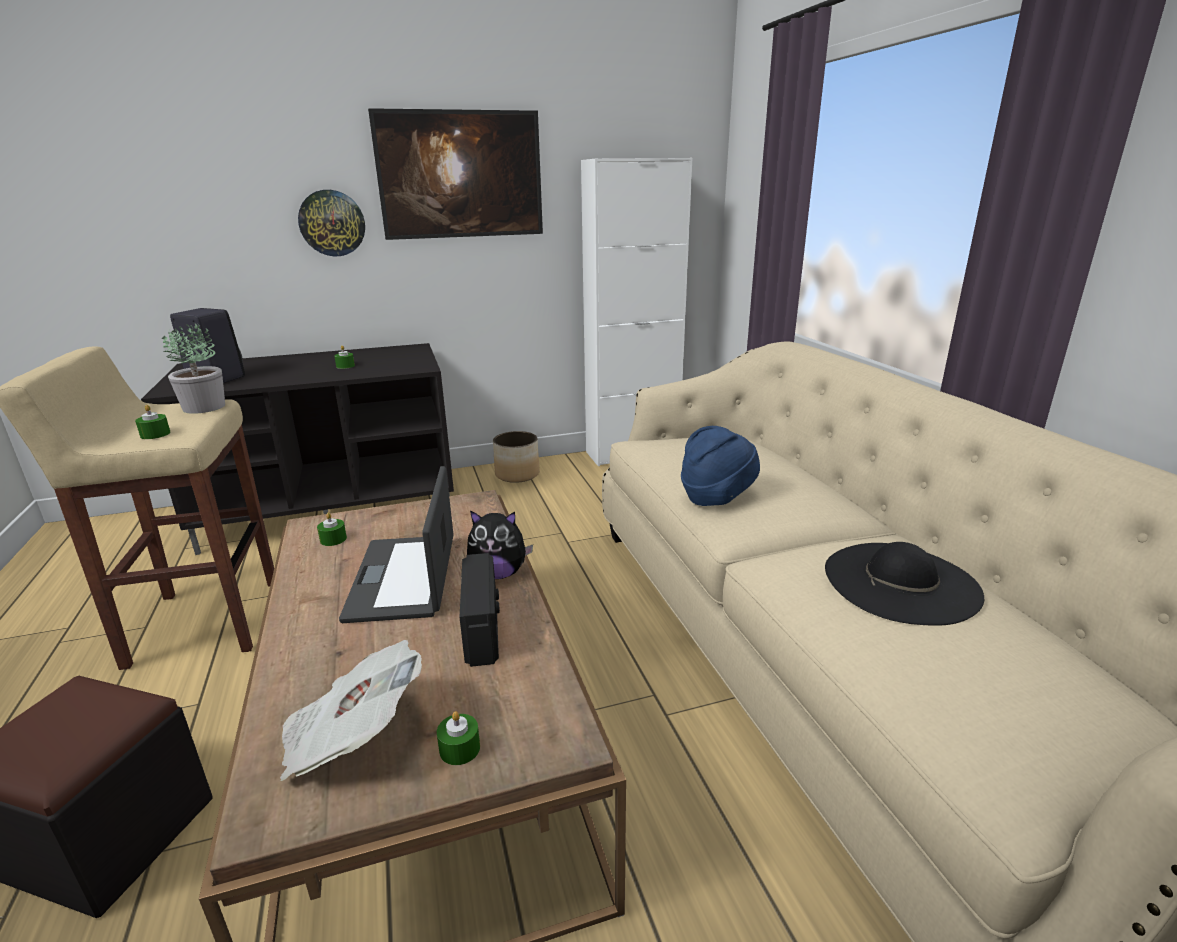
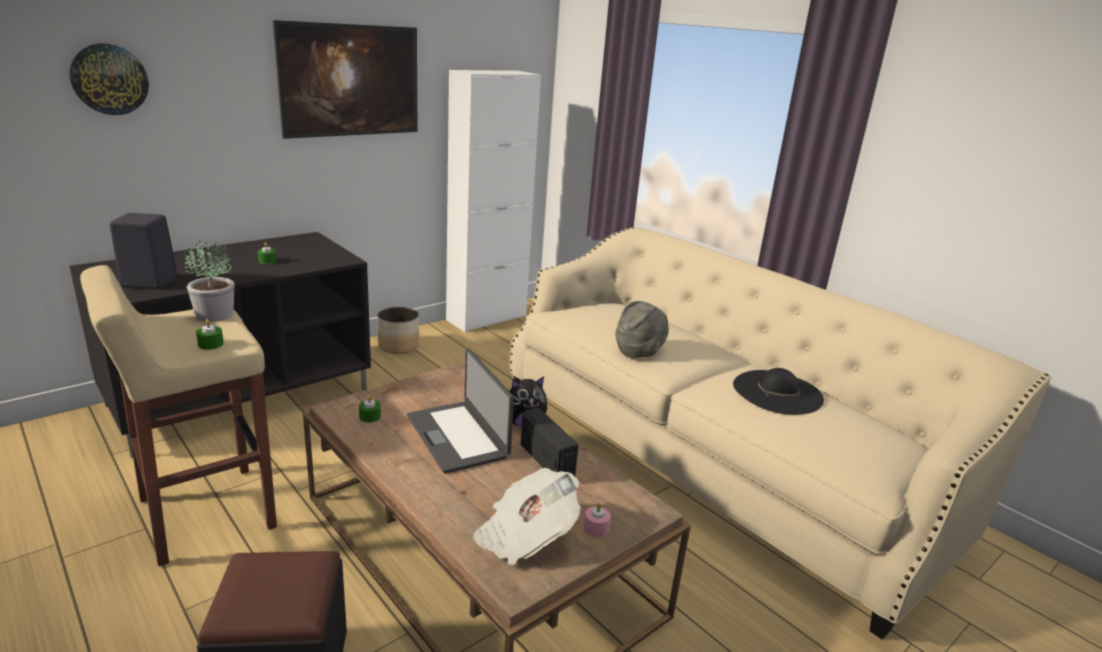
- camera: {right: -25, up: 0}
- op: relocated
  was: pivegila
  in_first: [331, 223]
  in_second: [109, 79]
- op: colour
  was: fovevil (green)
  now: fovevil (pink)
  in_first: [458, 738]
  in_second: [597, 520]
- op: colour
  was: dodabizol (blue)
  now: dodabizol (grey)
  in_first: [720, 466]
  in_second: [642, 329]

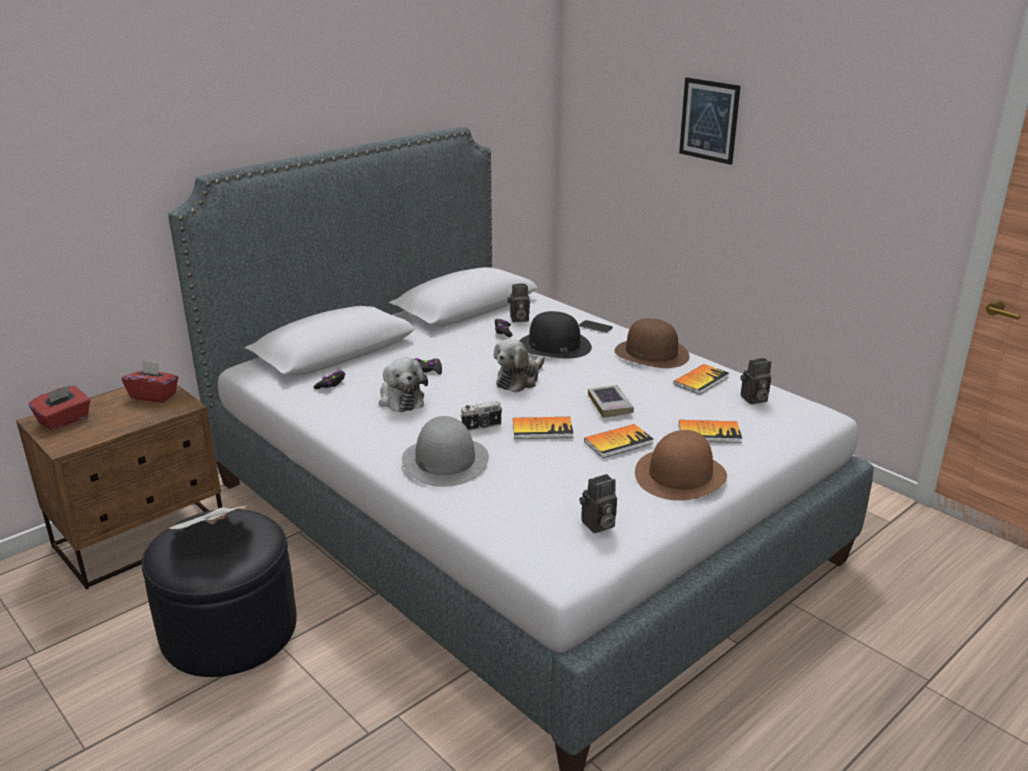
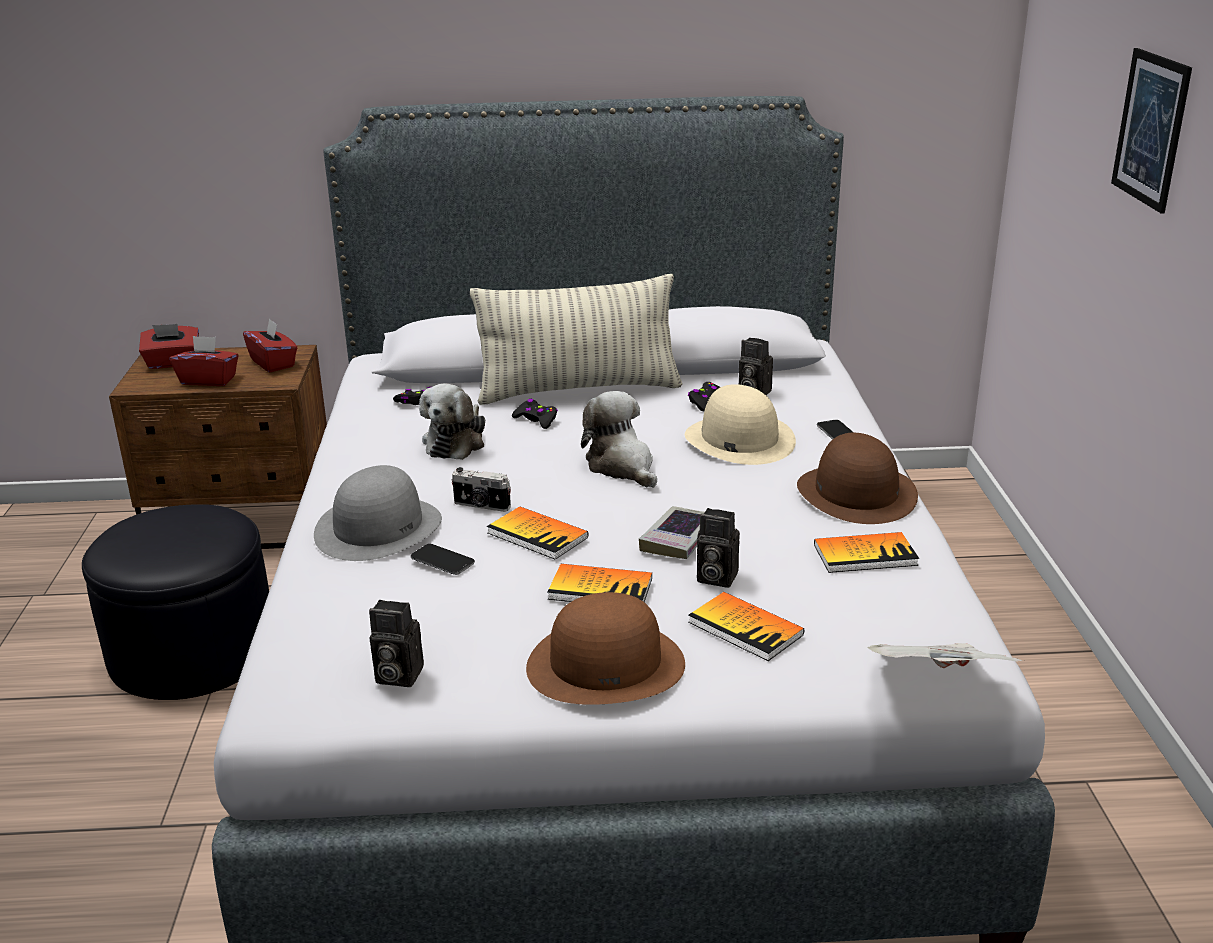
- camera: {right: 40, up: 0}
- op: relocated
  was: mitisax
  in_first: [211, 516]
  in_second: [946, 655]
- op: spun
  was: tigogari
  in_first: [519, 365]
  in_second: [619, 439]
  clockwise: 75
- op: colour
  was: dodabizol (black)
  now: dodabizol (beige)
  in_first: [555, 334]
  in_second: [740, 424]
- op: relocated
  was: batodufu
  in_first: [756, 381]
  in_second: [718, 548]
- op: appeared
  now: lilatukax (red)
  in_second: [204, 361]
- op: appeared
  now: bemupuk
  in_second: [443, 559]
- op: appeared
  now: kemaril
  in_second: [576, 339]

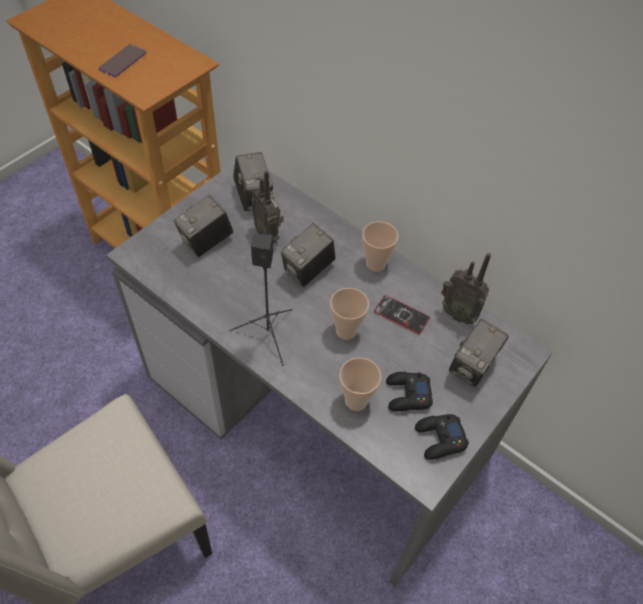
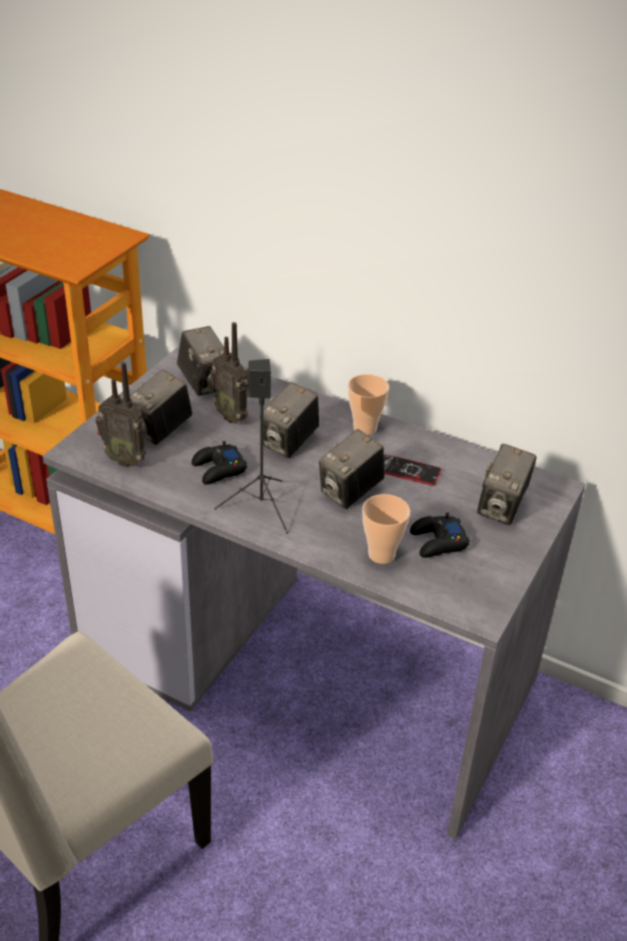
- camera: {right: -10, up: -15}
- op: missing
  was: bemupuk
  in_first: [122, 60]
- op: exchanged
  was: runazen
  now: batodufu
  in_first: [349, 314]
  in_second: [351, 469]
- op: relocated
  was: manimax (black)
  in_first: [442, 437]
  in_second: [219, 463]
- op: relocated
  was: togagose
  in_first: [466, 288]
  in_second: [120, 415]

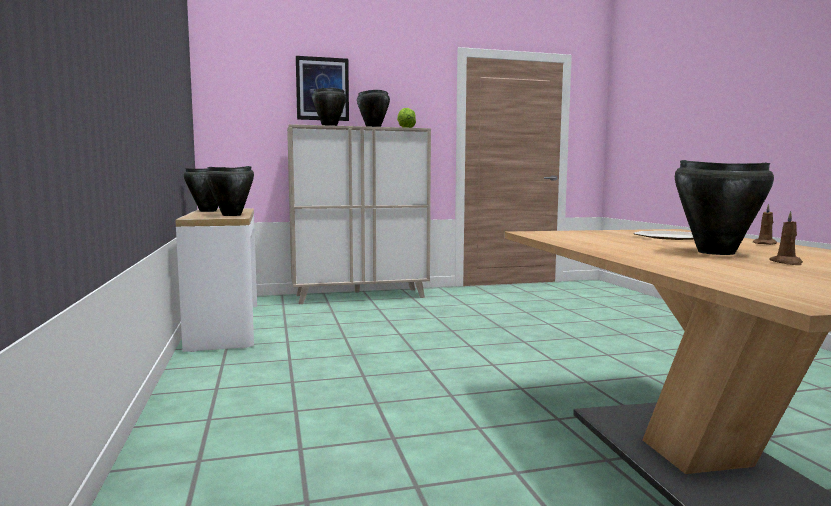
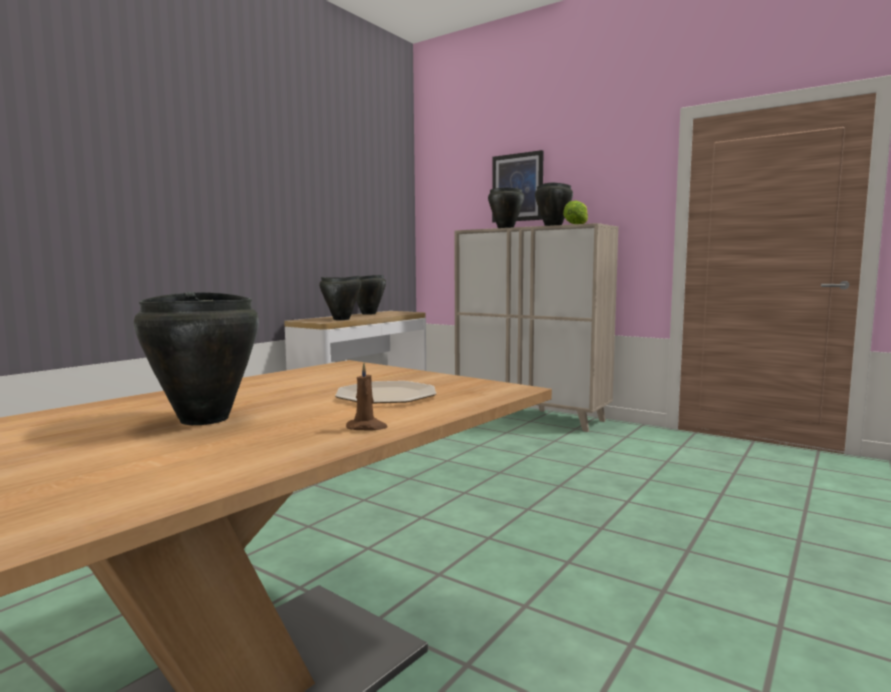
- camera: {right: 50, up: 0}
- op: missing
  was: fovevil (brown)
  in_first: [786, 238]

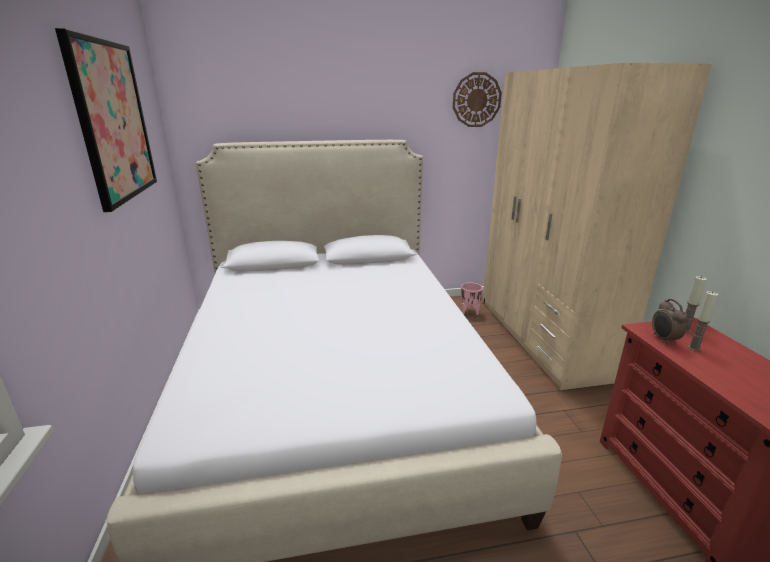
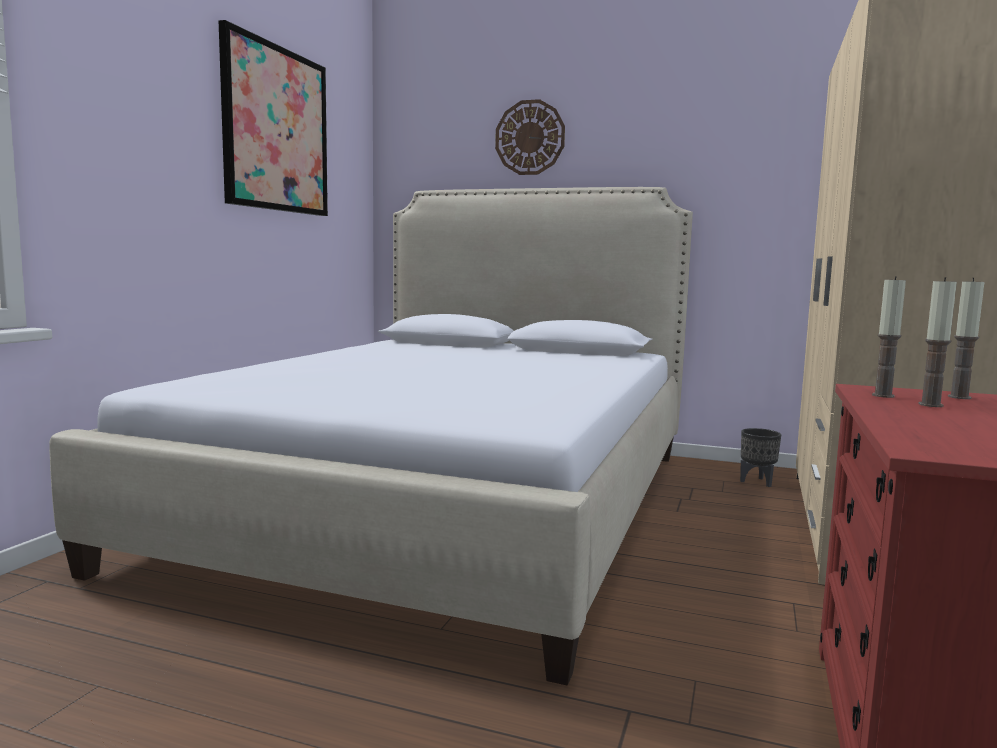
- camera: {right: 30, up: -15}
- op: relocated
  was: pivegila
  in_first: [477, 99]
  in_second: [530, 137]
- op: colour
  was: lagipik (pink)
  now: lagipik (black)
  in_first: [472, 299]
  in_second: [760, 457]
- op: exchanged
  was: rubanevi
  now: fovevil
  in_first: [670, 322]
  in_second: [889, 337]

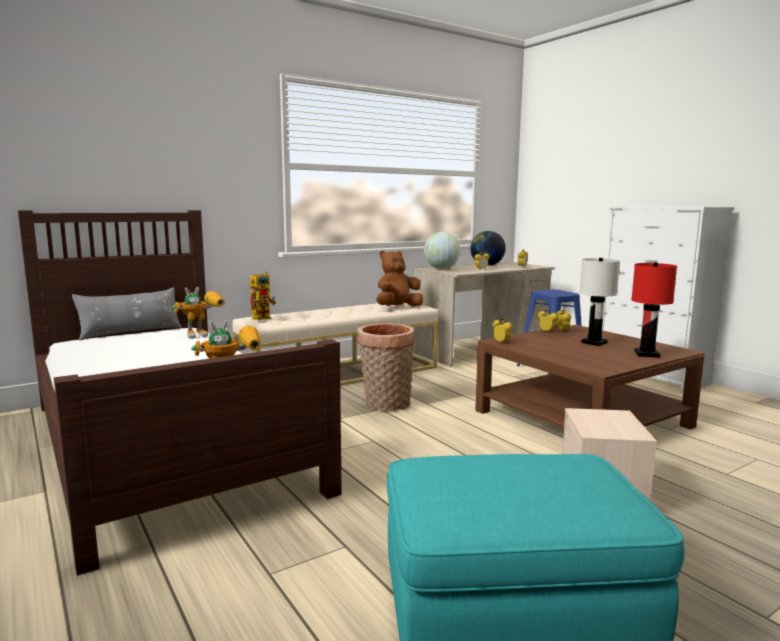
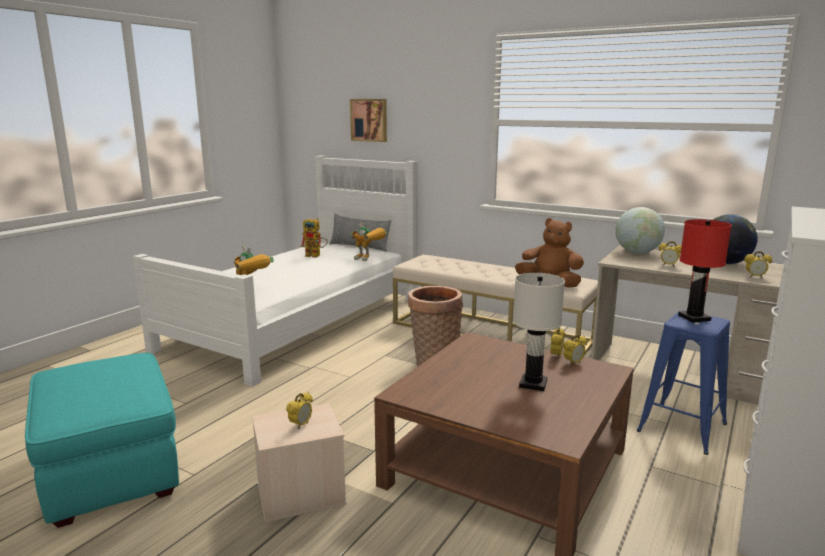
- camera: {right: 65, up: 5}
- op: colour
  was: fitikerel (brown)
  now: fitikerel (white)
  in_first: [180, 393]
  in_second: [275, 271]
- op: relocated
  was: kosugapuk
  in_first: [263, 295]
  in_second: [314, 238]
- op: relocated
  was: rubanevi
  in_first: [503, 331]
  in_second: [299, 411]
- op: relocated
  was: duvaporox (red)
  in_first: [654, 310]
  in_second: [705, 271]
- op: appeared
  now: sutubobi
  in_second: [368, 120]

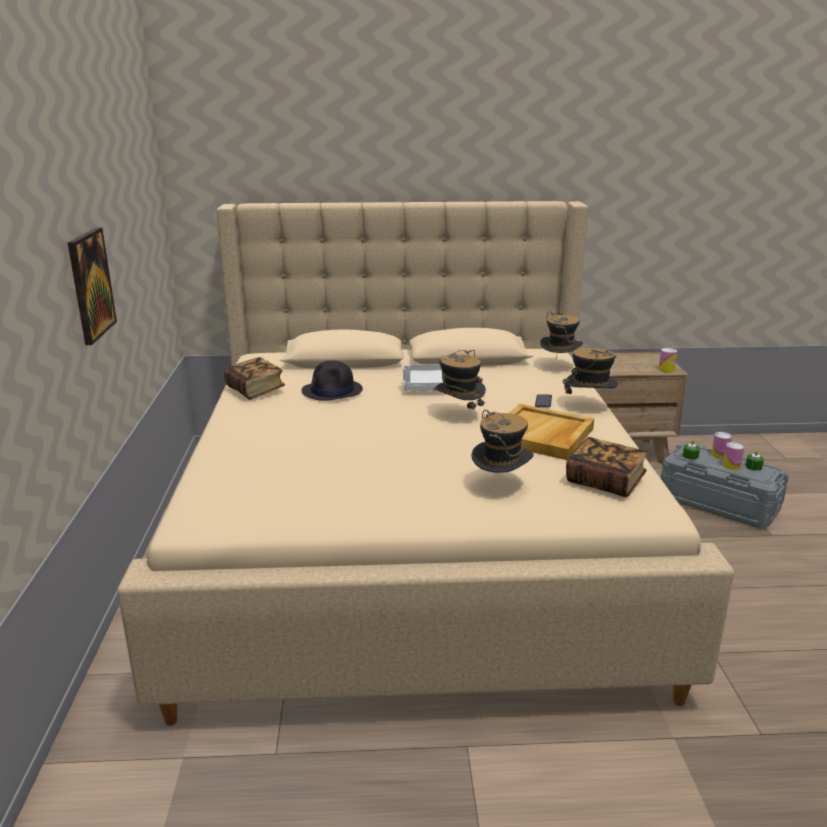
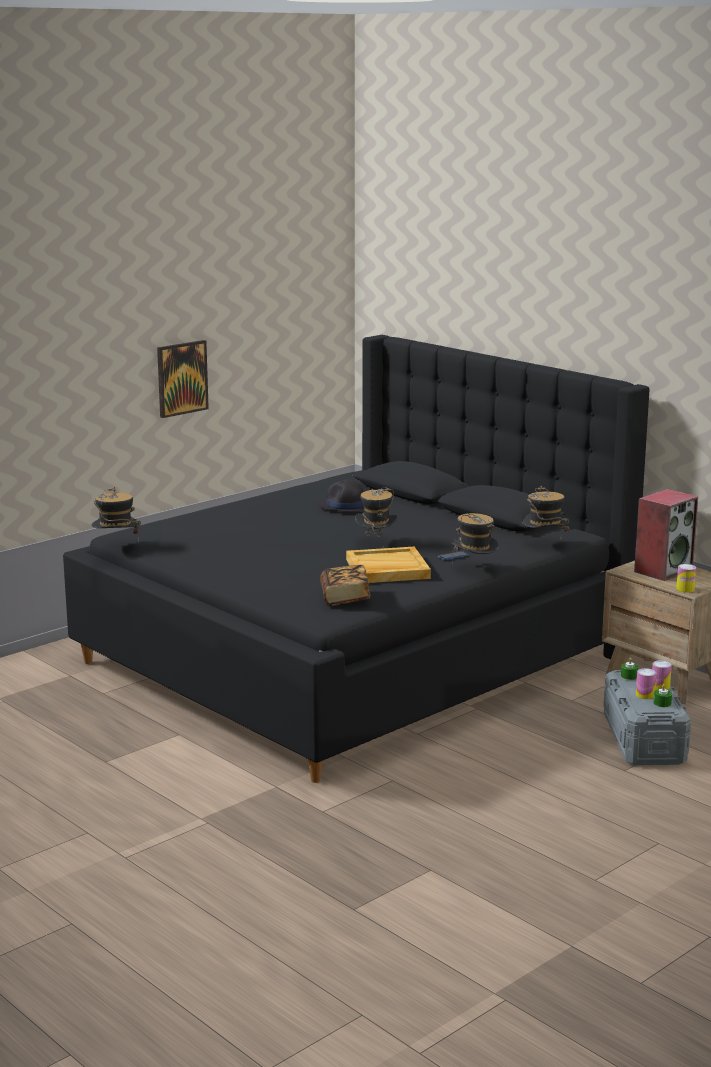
- camera: {right: 50, up: -5}
- op: colour
  was: fitikerel (beige)
  now: fitikerel (black)
  in_first: [425, 463]
  in_second: [356, 559]
- op: missing
  was: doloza
  in_first: [254, 378]
- op: missing
  was: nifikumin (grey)
  in_first: [423, 377]
- op: relocated
  was: dodabizol
  in_first: [502, 441]
  in_second: [116, 514]
- op: appeared
  now: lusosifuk
  in_second: [666, 535]

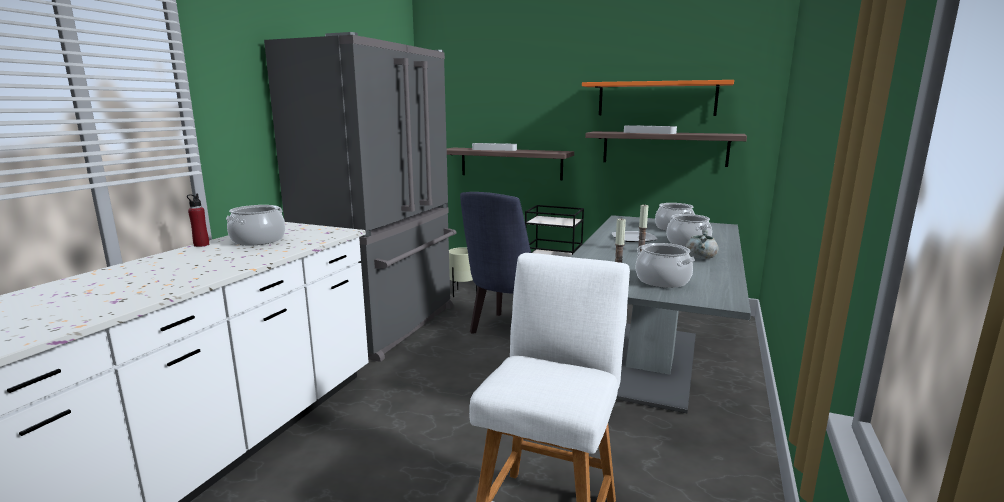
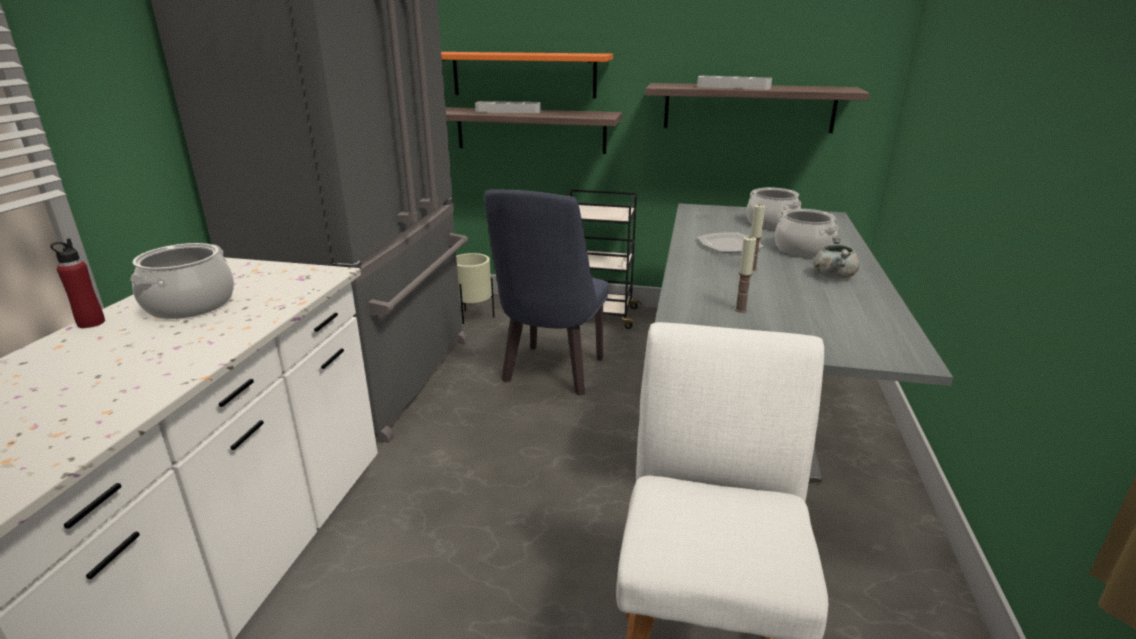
- camera: {right: -10, up: 10}
- op: relocated
  was: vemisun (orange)
  in_first: [658, 98]
  in_second: [527, 75]
- op: missing
  was: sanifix
  in_first: [665, 265]

